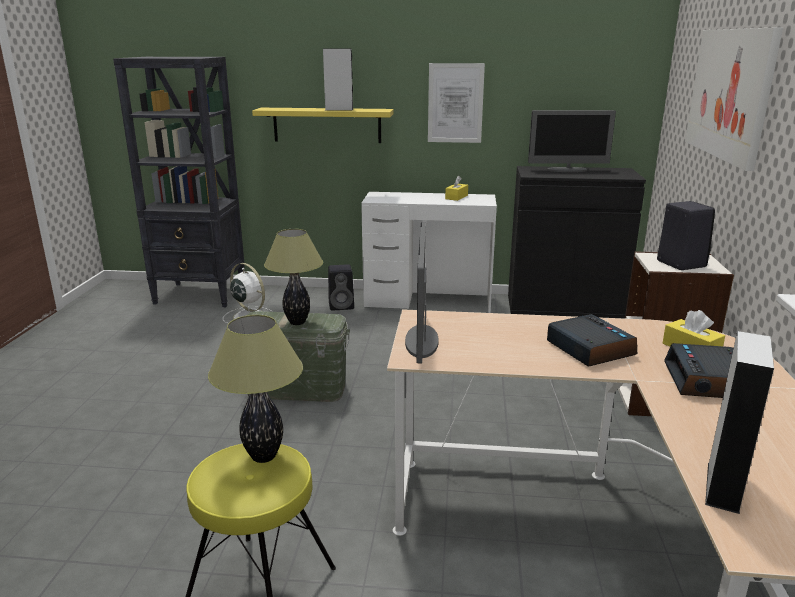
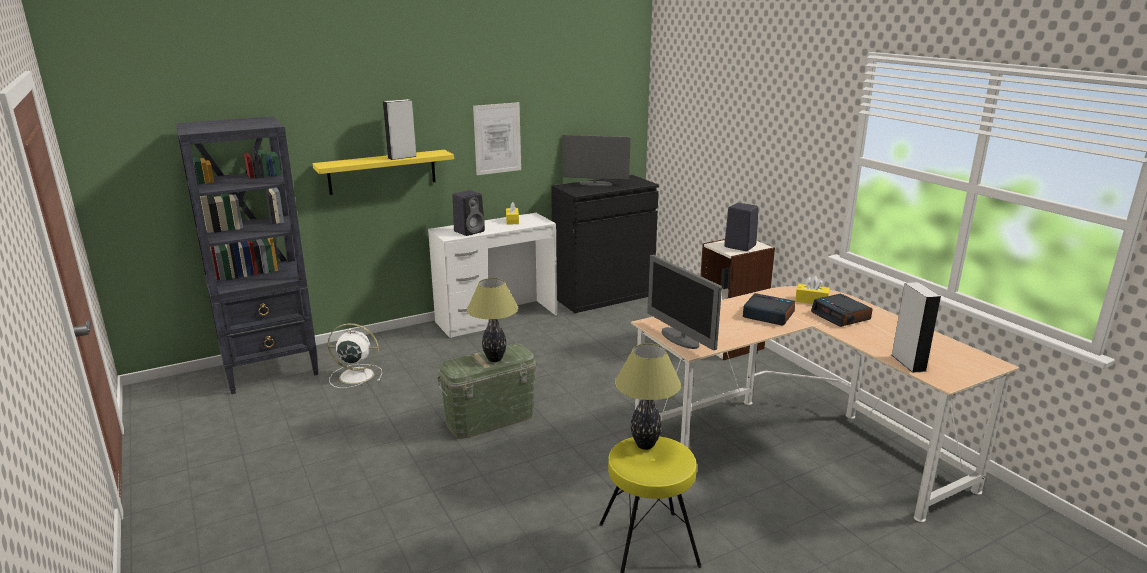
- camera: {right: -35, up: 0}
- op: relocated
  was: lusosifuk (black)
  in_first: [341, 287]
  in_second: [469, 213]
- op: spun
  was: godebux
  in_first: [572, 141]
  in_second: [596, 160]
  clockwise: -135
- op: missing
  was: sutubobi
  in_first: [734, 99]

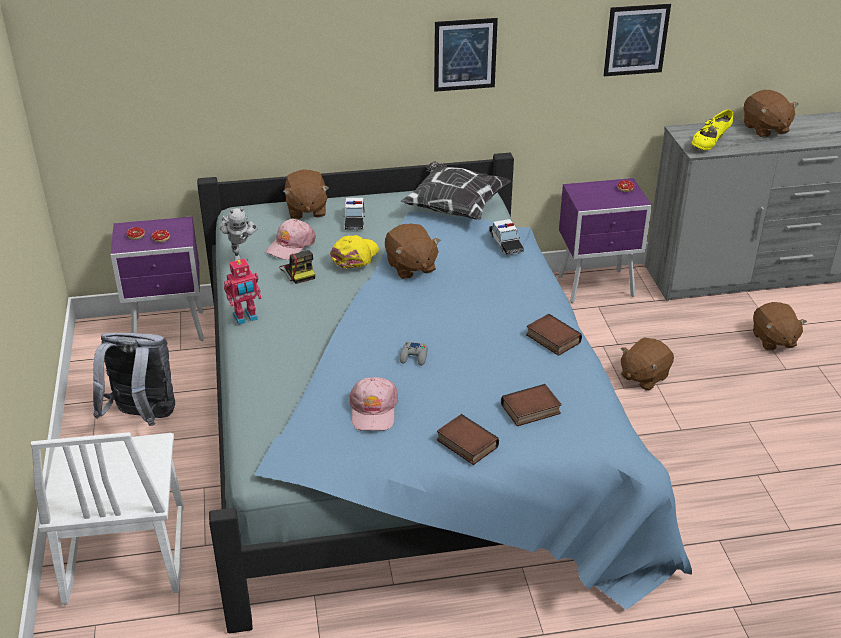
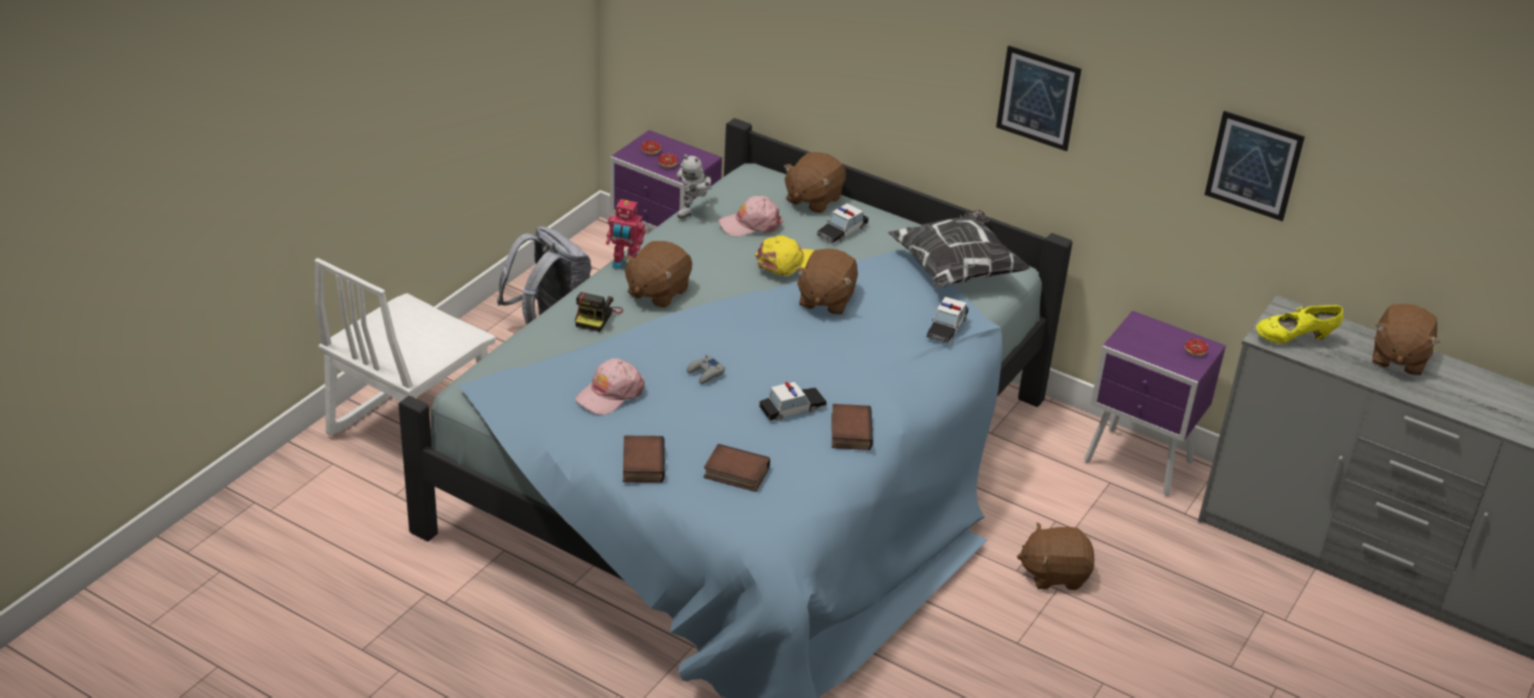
- camera: {right: 40, up: 0}
- op: relocated
  was: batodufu
  in_first: [297, 267]
  in_second: [599, 312]
- op: relocated
  was: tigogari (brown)
  in_first: [780, 326]
  in_second: [657, 274]
- op: appeared
  now: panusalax
  in_second: [793, 401]

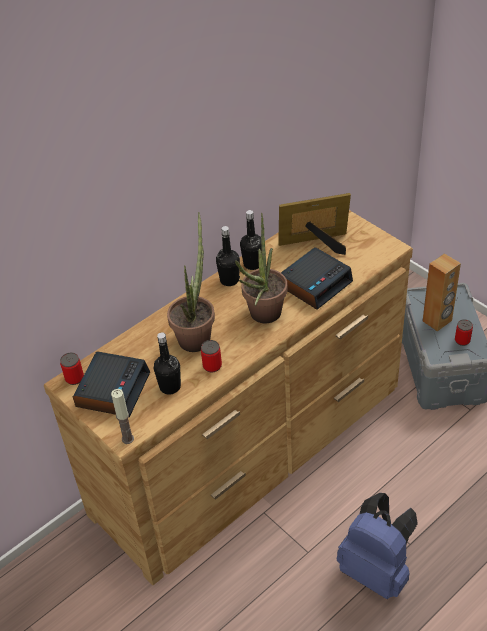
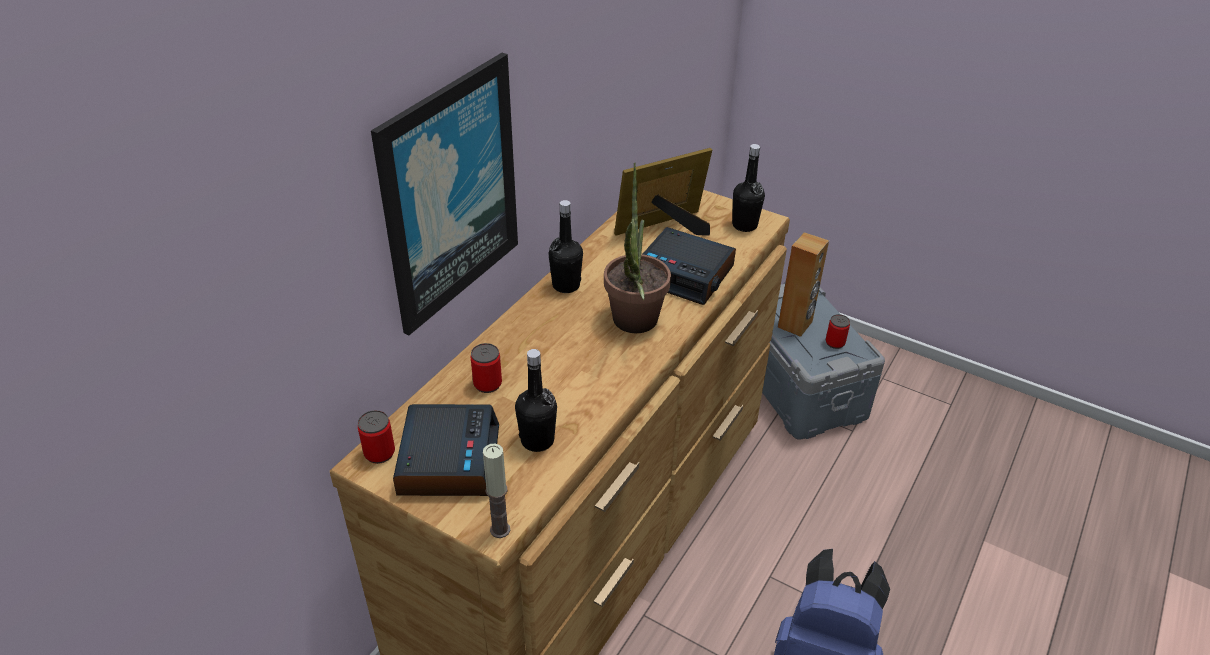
- camera: {right: -20, up: -5}
- op: missing
  was: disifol
  in_first: [191, 282]
- op: relocated
  was: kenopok
  in_first: [211, 356]
  in_second: [486, 368]
- op: relocated
  was: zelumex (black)
  in_first: [251, 240]
  in_second: [748, 188]
- op: spun
  was: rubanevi
  in_first: [317, 278]
  in_second: [689, 266]
  clockwise: 90
- op: appeared
  now: sutubobi
  in_second: [444, 194]

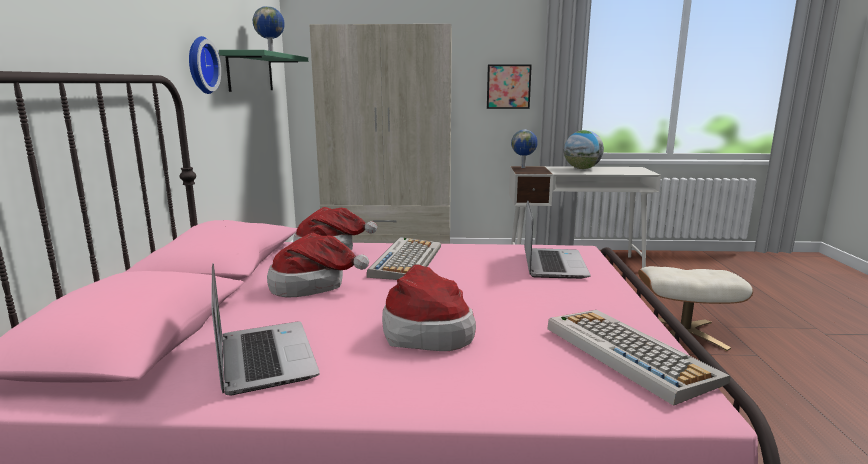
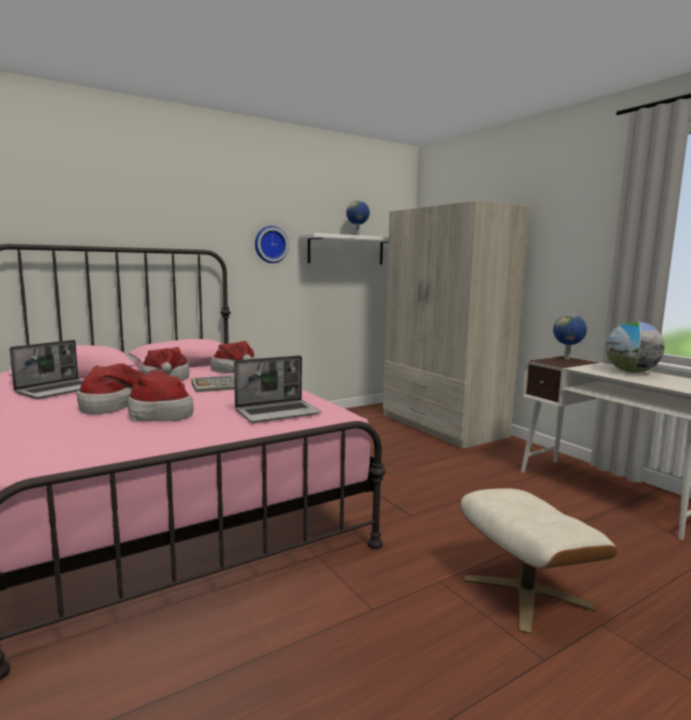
- camera: {right: 55, up: -5}
- op: colour
  was: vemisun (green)
  now: vemisun (white)
  in_first: [263, 71]
  in_second: [344, 249]
- op: missing
  was: sutubobi
  in_first: [509, 86]
- op: missing
  was: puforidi
  in_first: [639, 358]
- op: appeared
  now: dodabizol
  in_second: [161, 395]

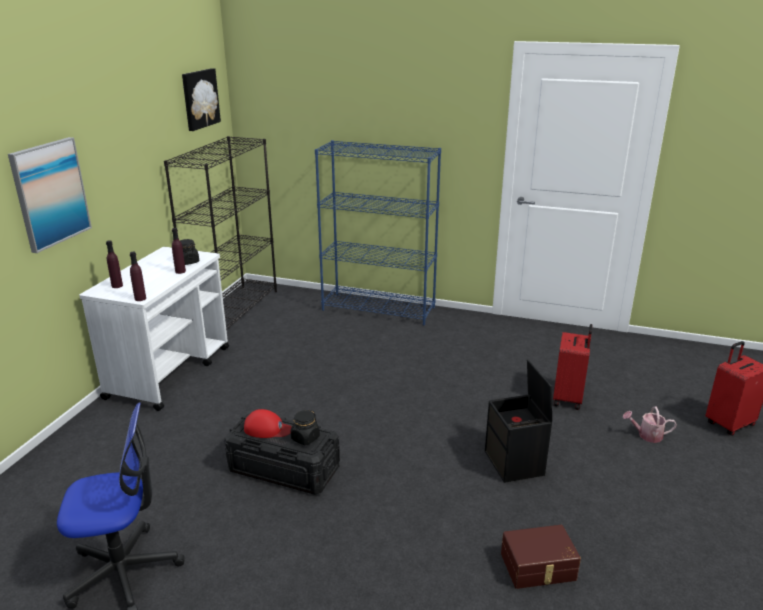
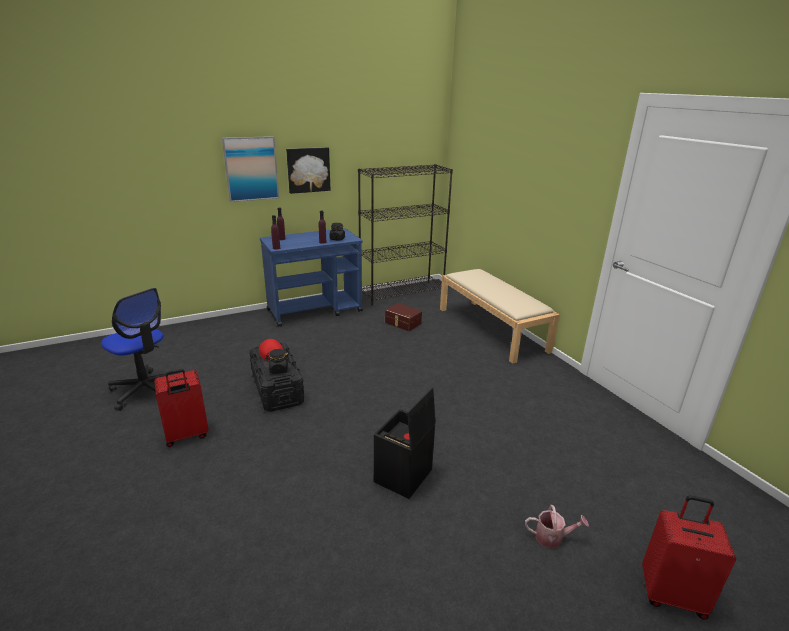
- camera: {right: 45, up: 0}
- op: colour
  was: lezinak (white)
  now: lezinak (blue)
  in_first: [154, 329]
  in_second: [311, 277]
- op: relocated
  was: sutubobi
  in_first: [201, 99]
  in_second: [308, 170]
- op: exchanged
  was: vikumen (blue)
  now: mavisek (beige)
  in_first: [378, 232]
  in_second: [500, 316]
- op: relocated
  was: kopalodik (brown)
  in_first: [541, 557]
  in_second: [403, 317]
- op: relocated
  was: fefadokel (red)
  in_first: [573, 367]
  in_second: [181, 408]
- op: spun
  was: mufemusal
  in_first: [650, 425]
  in_second: [557, 526]
  clockwise: 135

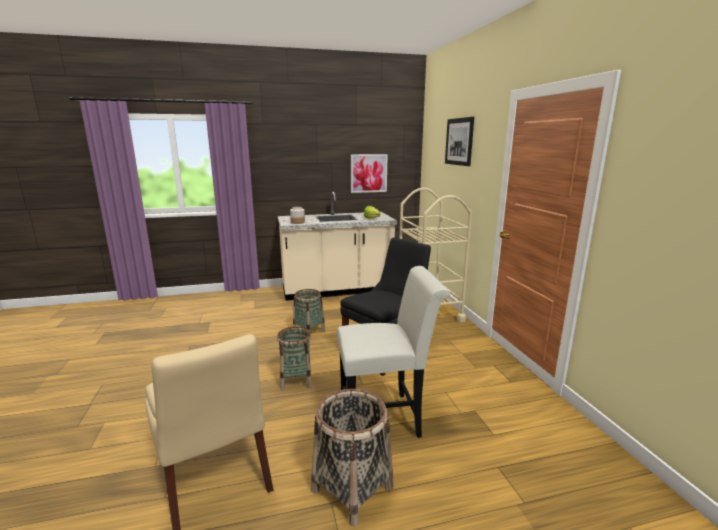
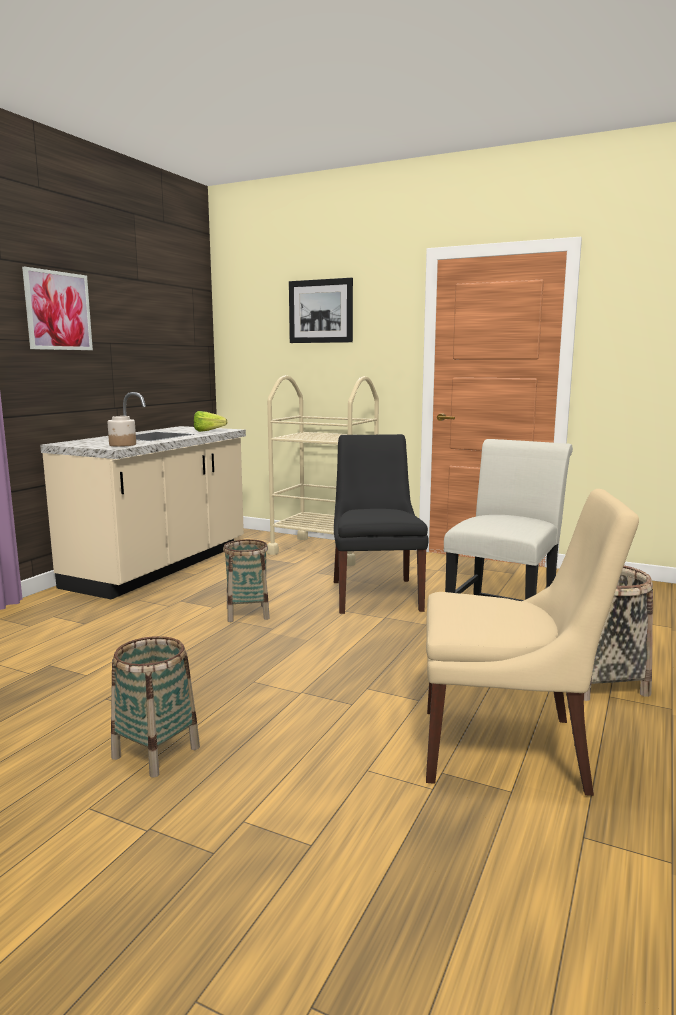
- camera: {right: -50, up: -5}
- op: relocated
  was: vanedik
  in_first: [294, 358]
  in_second: [155, 707]
- op: relocated
  was: sutubobi
  in_first: [369, 173]
  in_second: [57, 308]

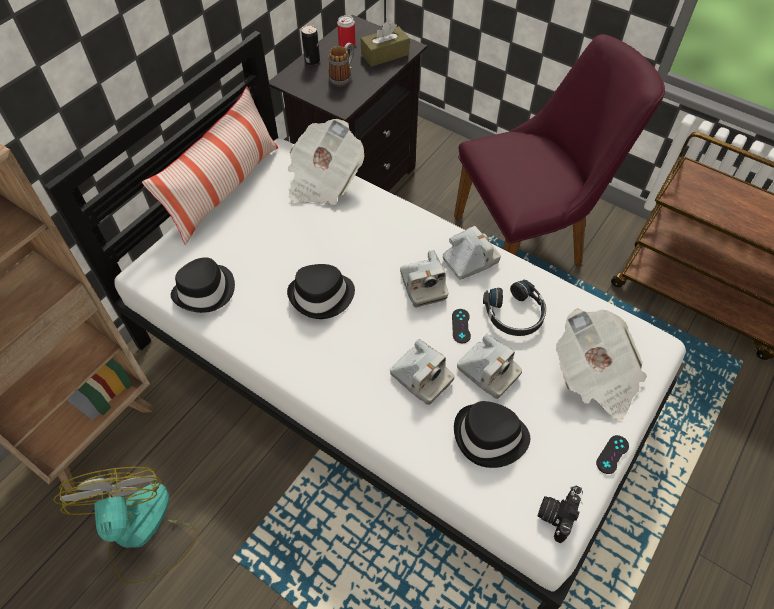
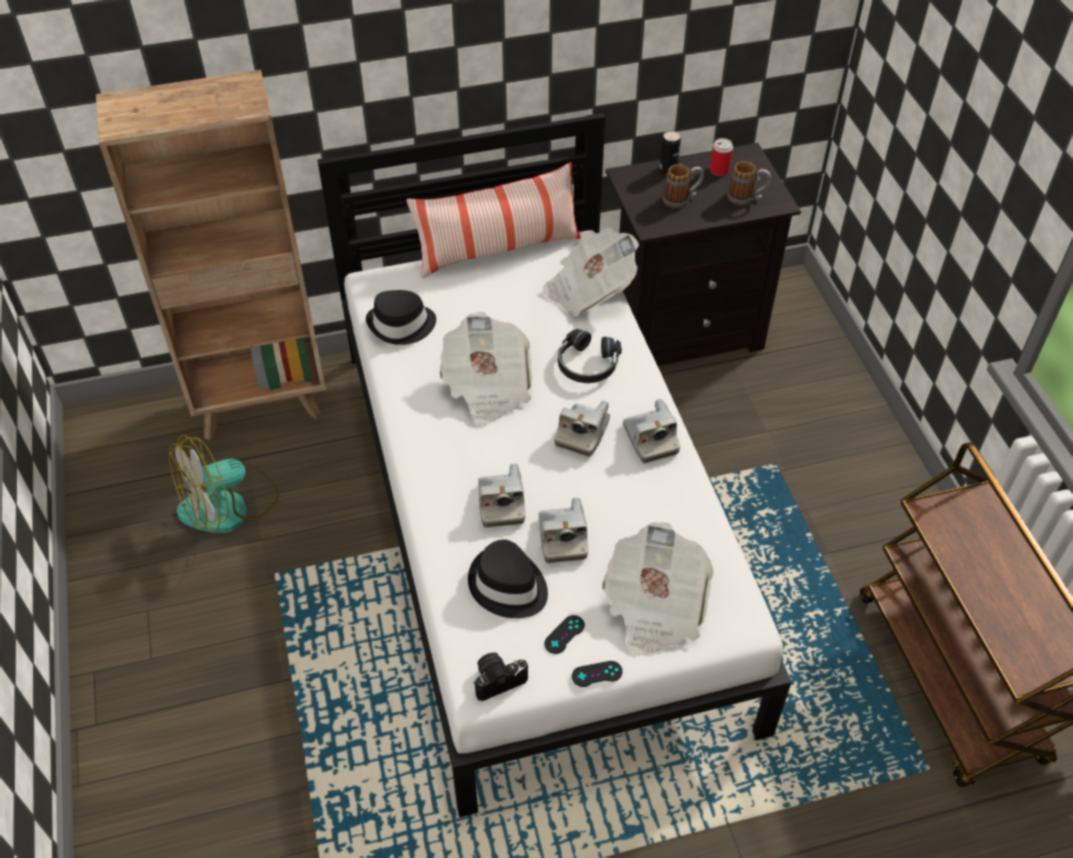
- camera: {right: 40, up: -5}
- op: spun
  was: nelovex
  in_first: [125, 525]
  in_second: [224, 484]
  clockwise: -150
- op: exchanged
  was: dodabizol (black)
  now: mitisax
  in_first: [321, 291]
  in_second: [485, 368]
- op: exchanged
  was: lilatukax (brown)
  now: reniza
  in_first: [385, 44]
  in_second: [749, 183]
- op: spun
  was: batodufu
  in_first: [472, 253]
  in_second: [651, 431]
  clockwise: 60
- op: relocated
  was: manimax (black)
  in_first: [461, 326]
  in_second: [564, 634]
- op: missing
  was: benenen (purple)
  in_first: [559, 150]
- op: relocated
  was: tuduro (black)
  in_first: [514, 308]
  in_second: [590, 356]

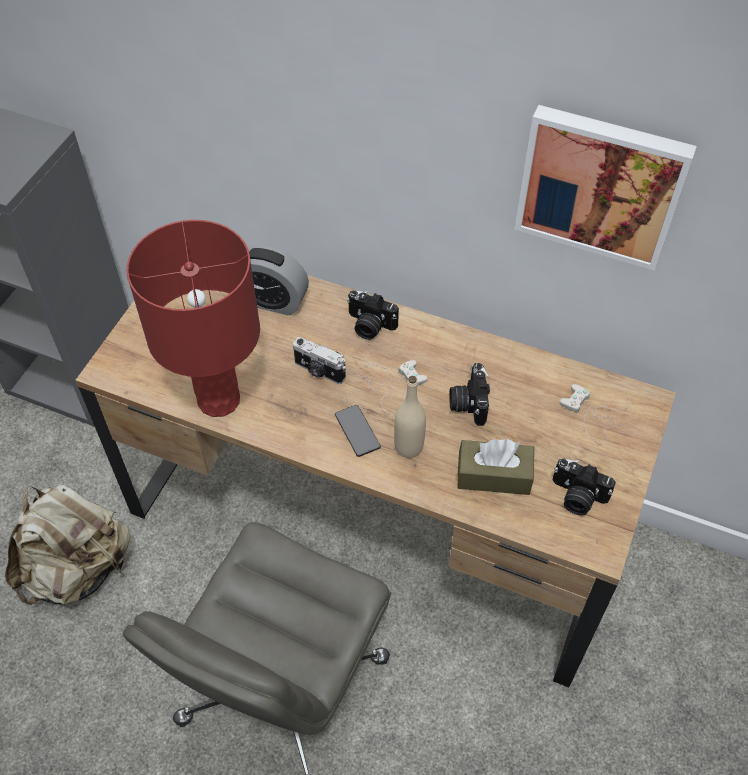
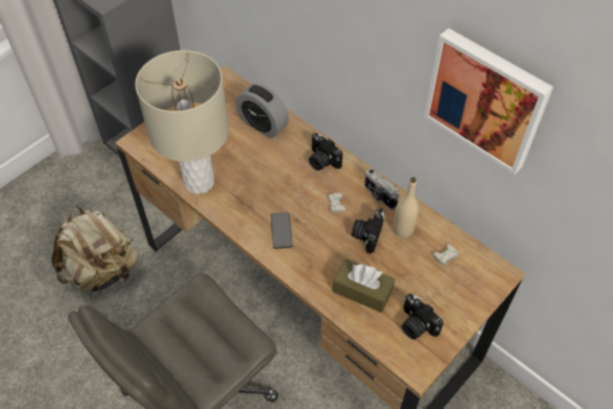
- camera: {right: 20, up: 0}
- op: colour
  was: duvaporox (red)
  now: duvaporox (beige)
  in_first: [193, 318]
  in_second: [182, 122]
- op: relocated
  was: batodufu
  in_first: [319, 360]
  in_second: [382, 189]
- op: relocated
  was: zelumex (beige)
  in_first: [410, 417]
  in_second: [406, 207]

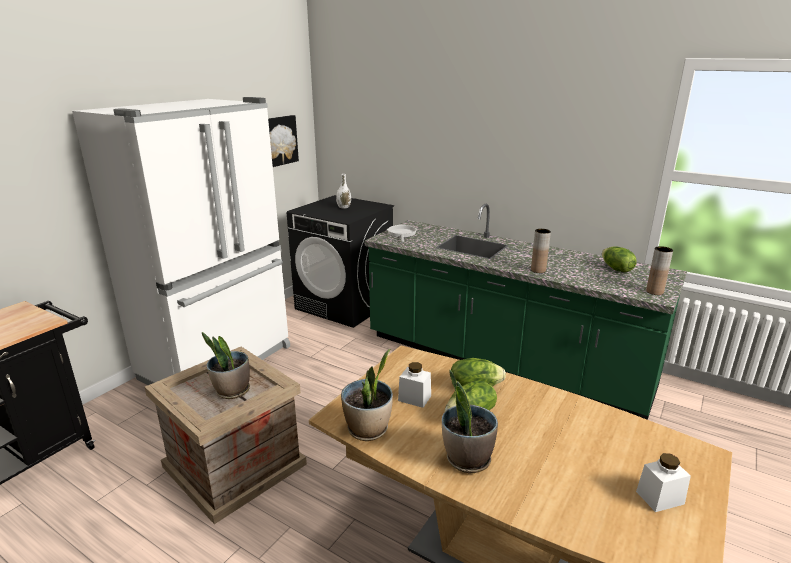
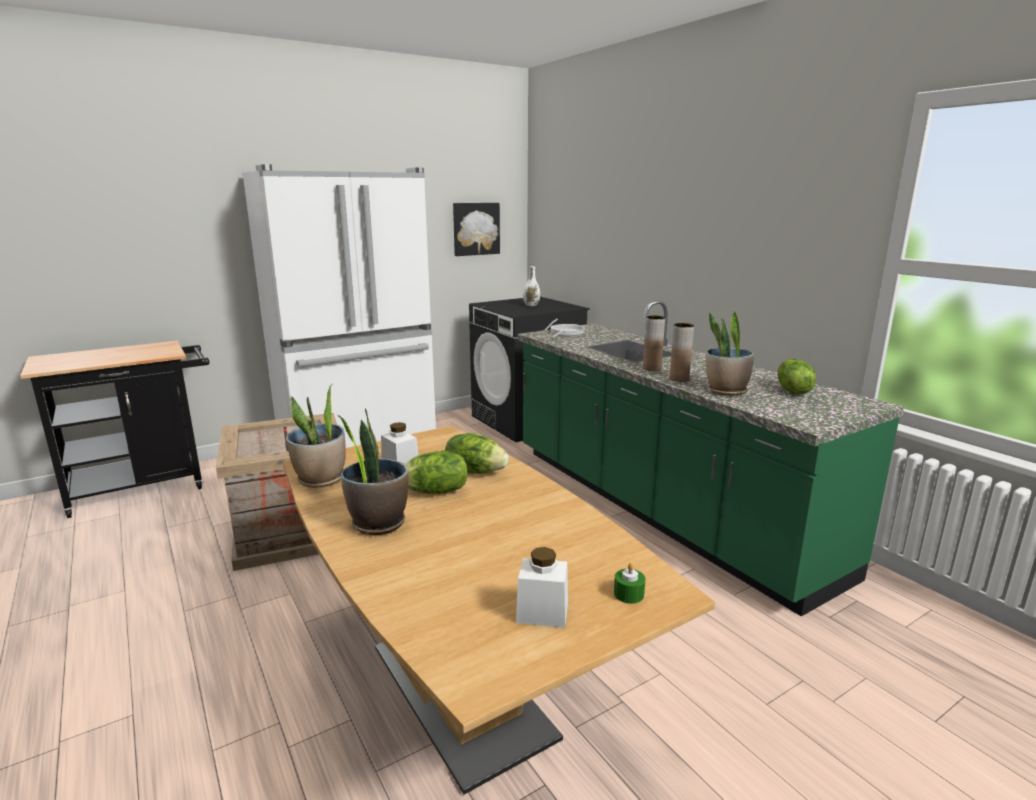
- camera: {right: 25, up: -5}
- op: relocated
  was: disifol
  in_first: [226, 365]
  in_second: [730, 354]
- op: relocated
  was: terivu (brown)
  in_first: [659, 270]
  in_second: [654, 343]
- op: appeared
  now: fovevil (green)
  in_second: [629, 583]

